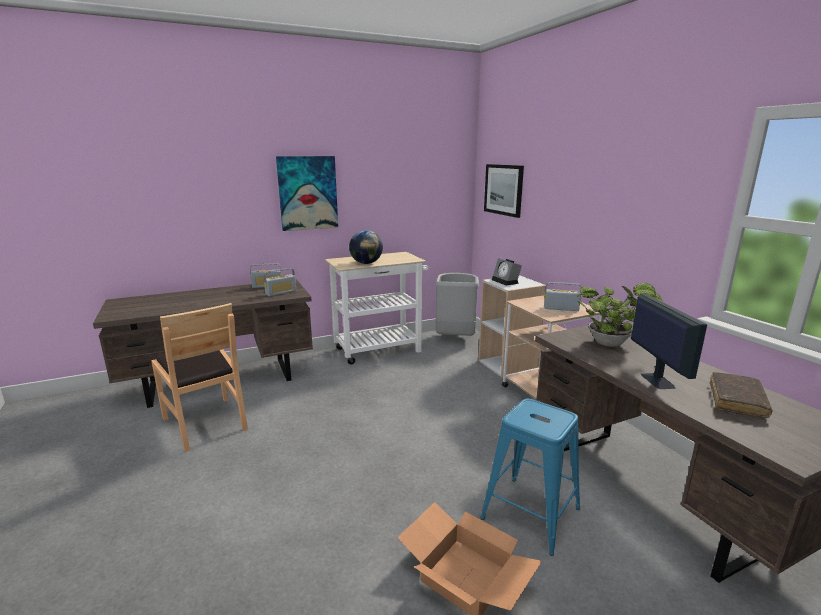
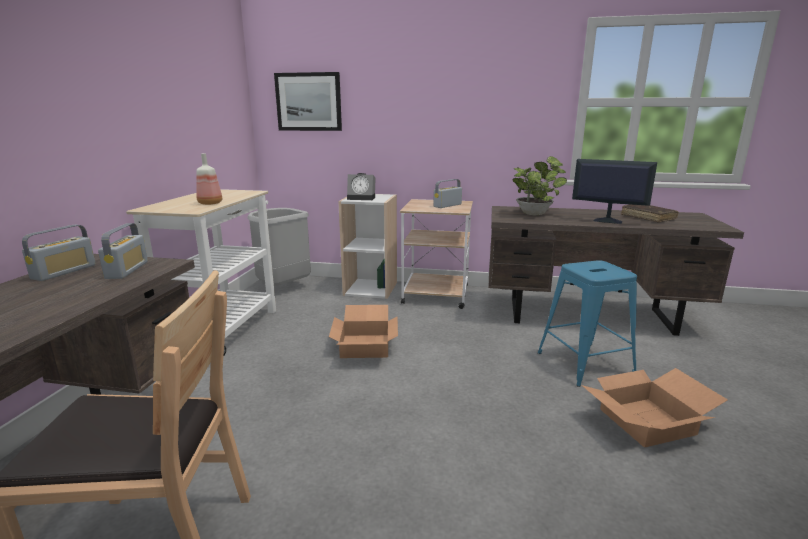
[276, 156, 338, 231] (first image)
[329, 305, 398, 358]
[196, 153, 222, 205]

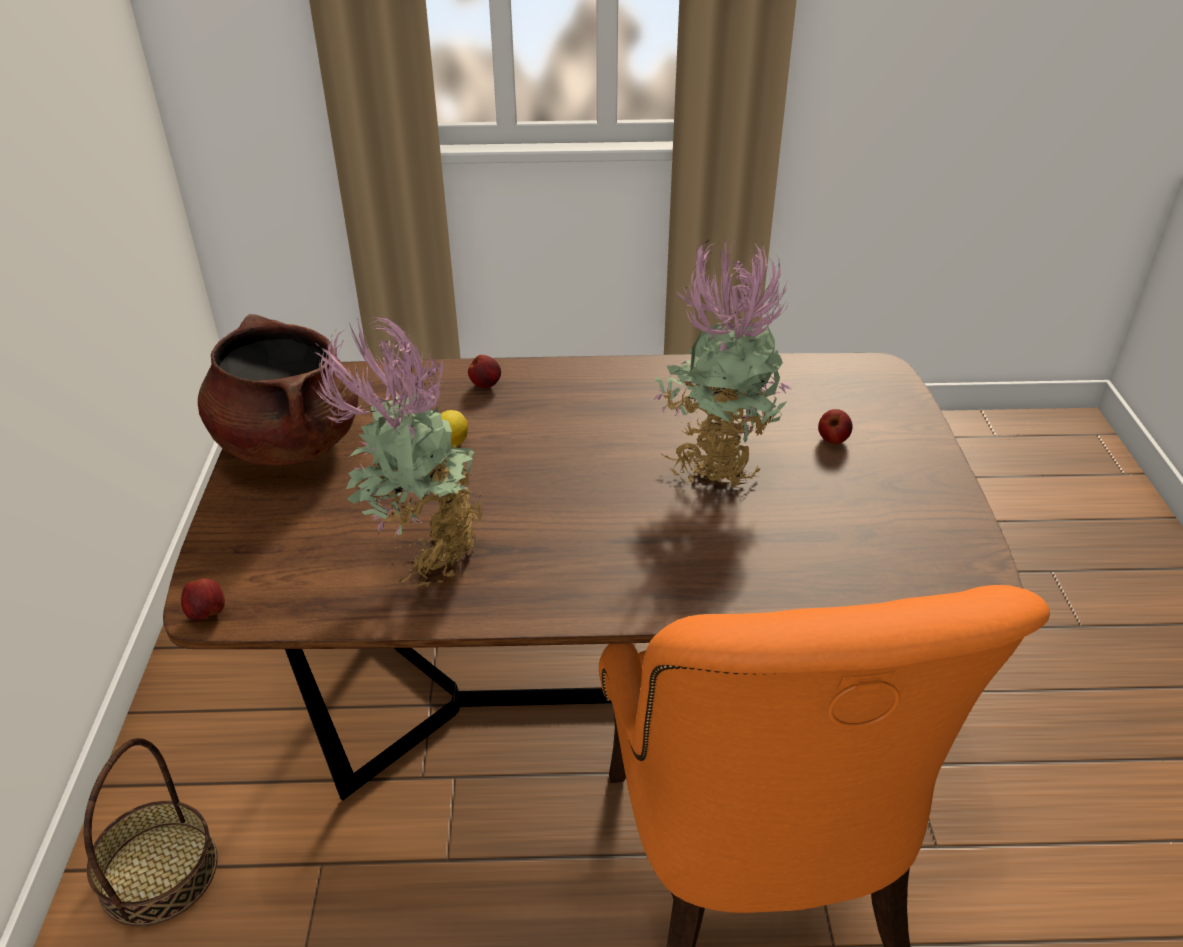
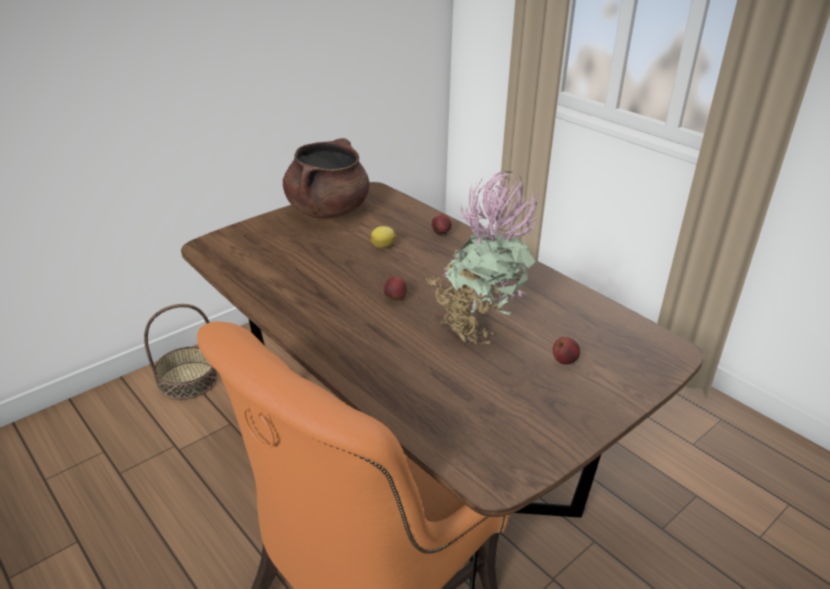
[314, 314, 484, 587] (first image)
[384, 276, 407, 300]

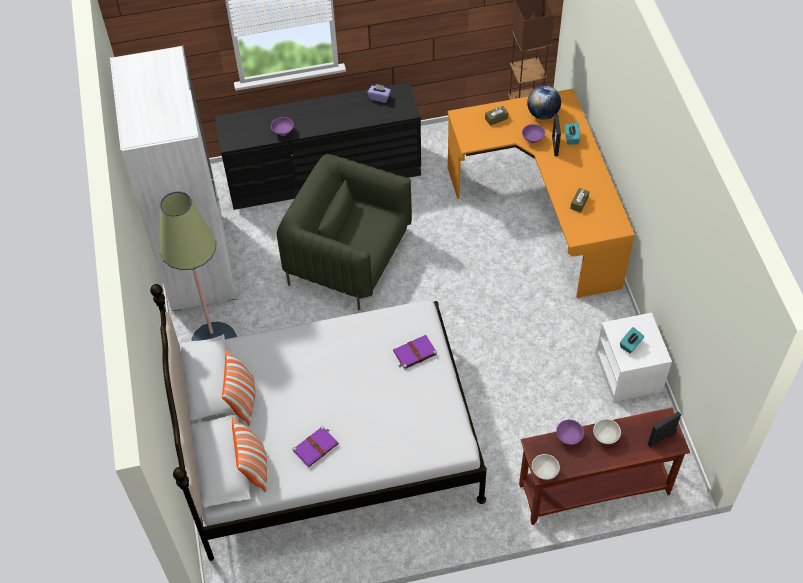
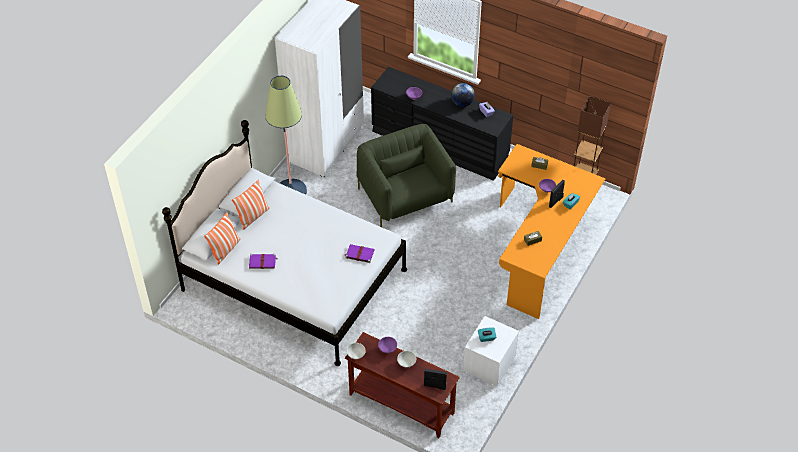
[451, 83, 475, 107]

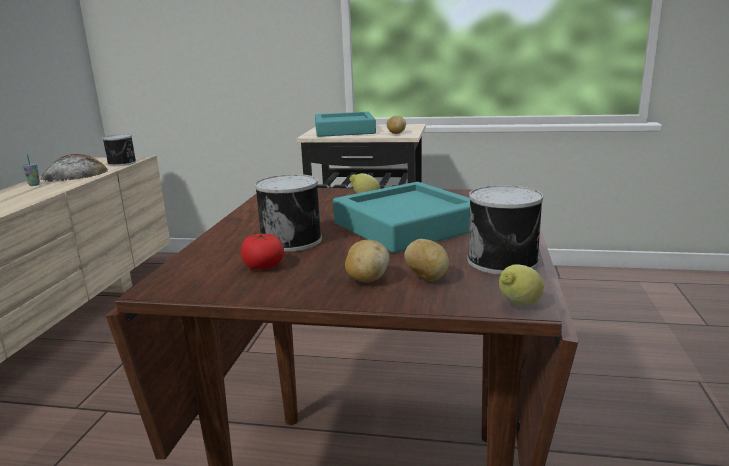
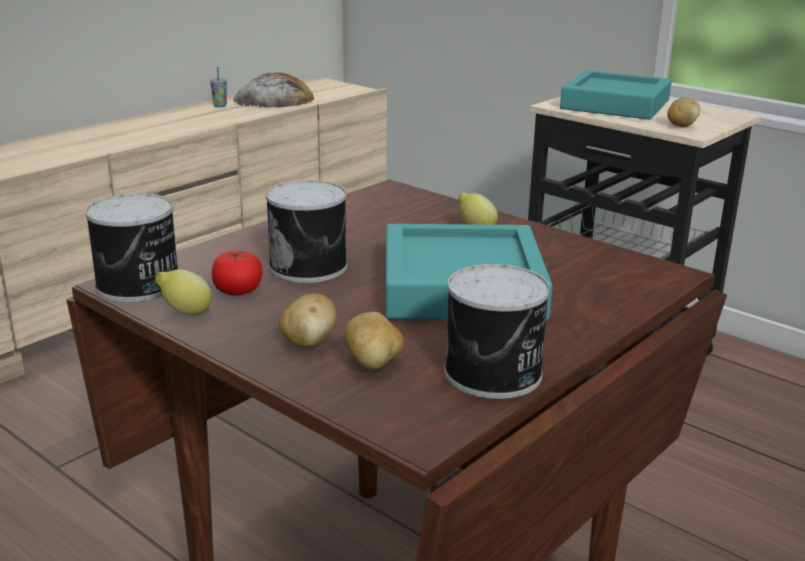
[85, 193, 178, 302]
[155, 269, 212, 316]

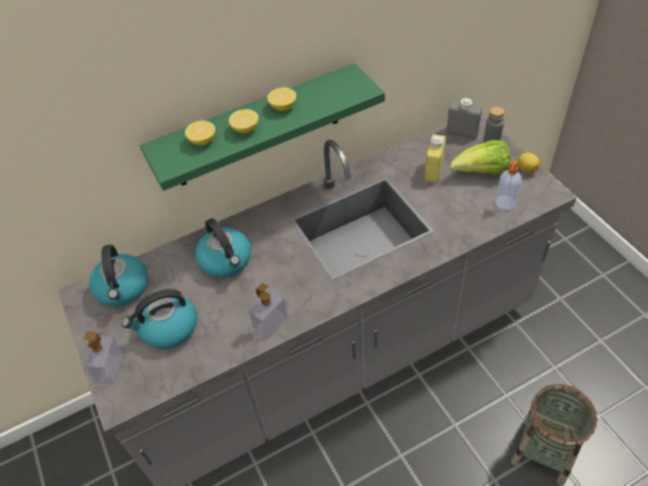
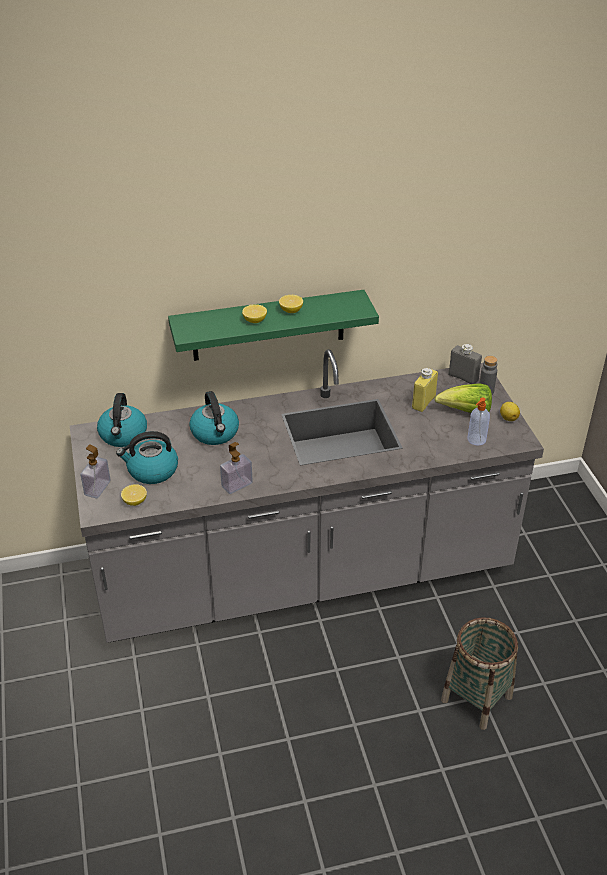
[121, 484, 147, 506]

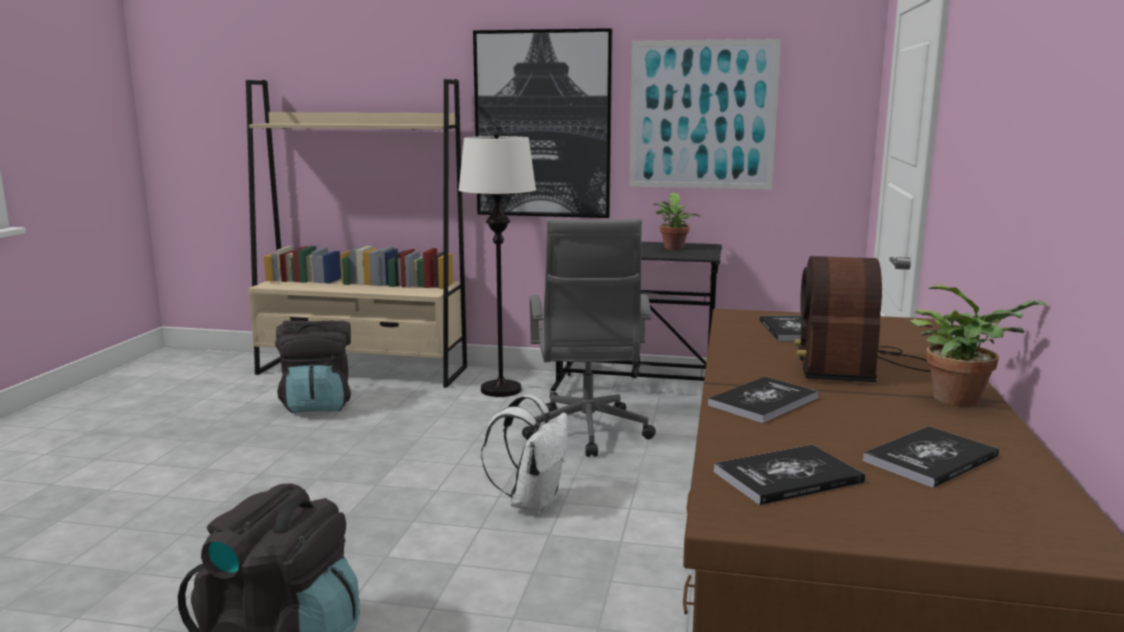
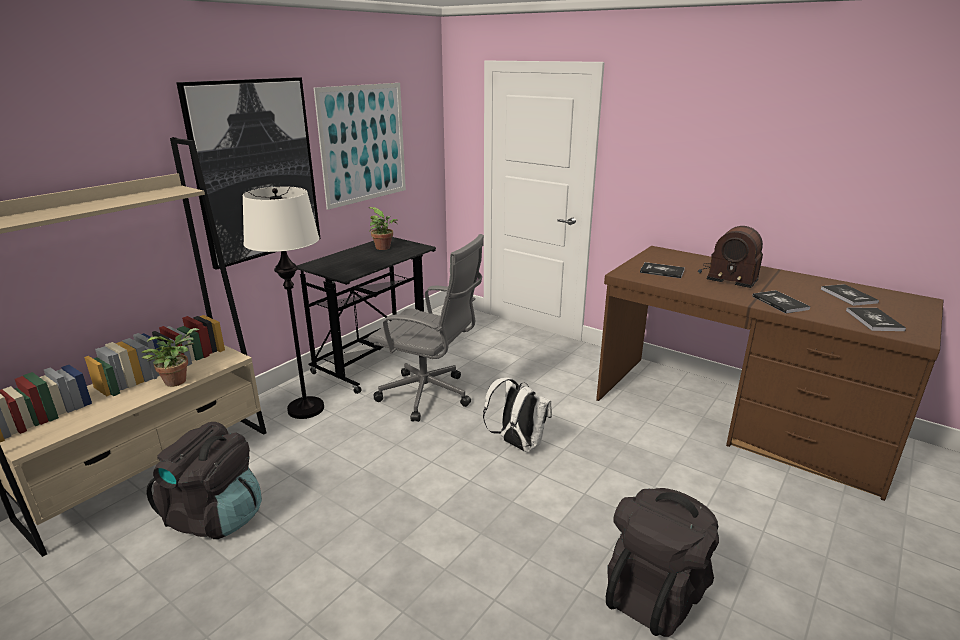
[142, 328, 199, 387]

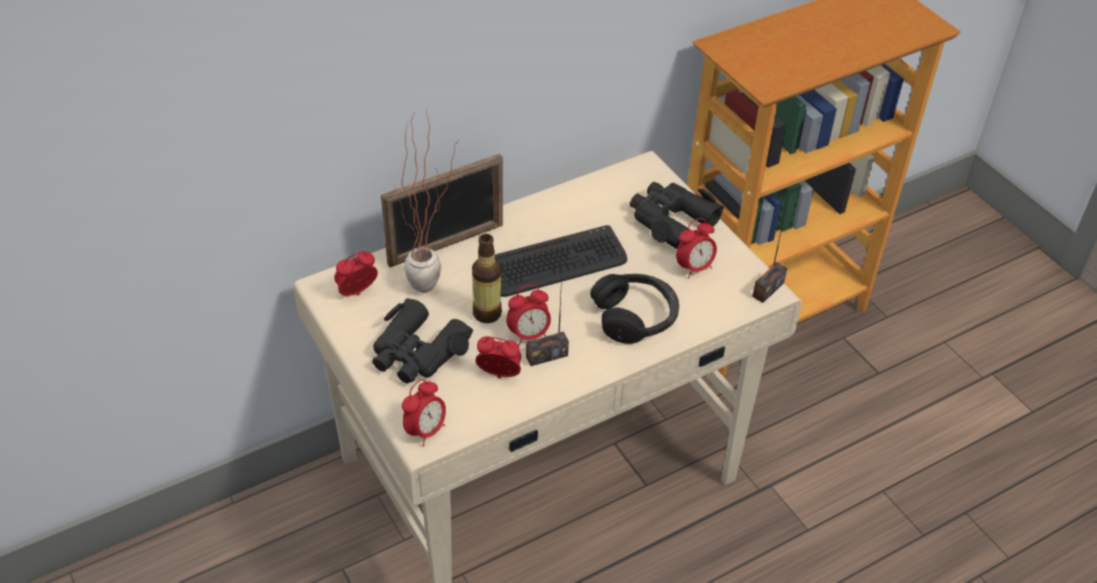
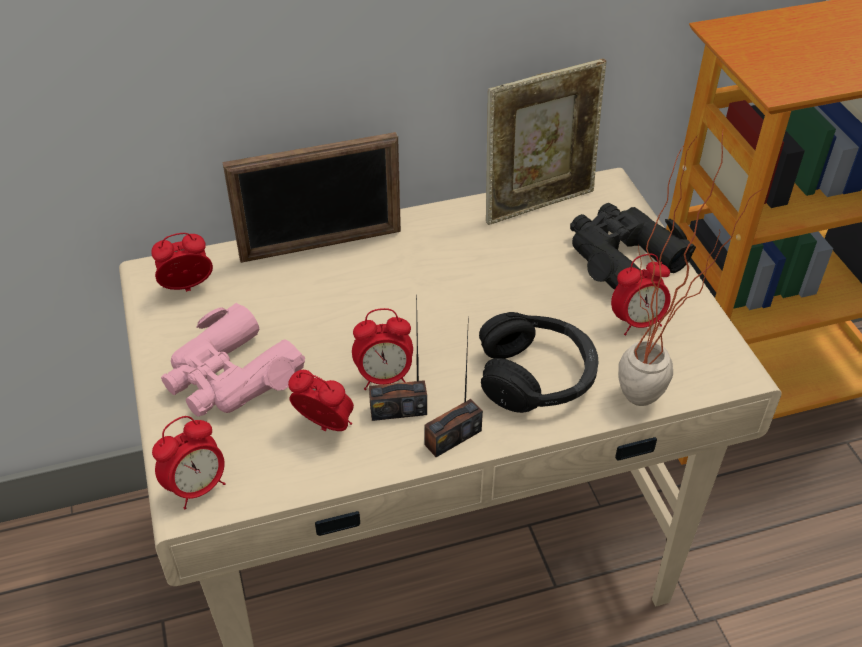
[472, 234, 502, 323] (first image)
[495, 225, 627, 297] (first image)
[486, 59, 607, 225]
[618, 127, 764, 406]
[424, 316, 483, 457]
[161, 303, 305, 417]

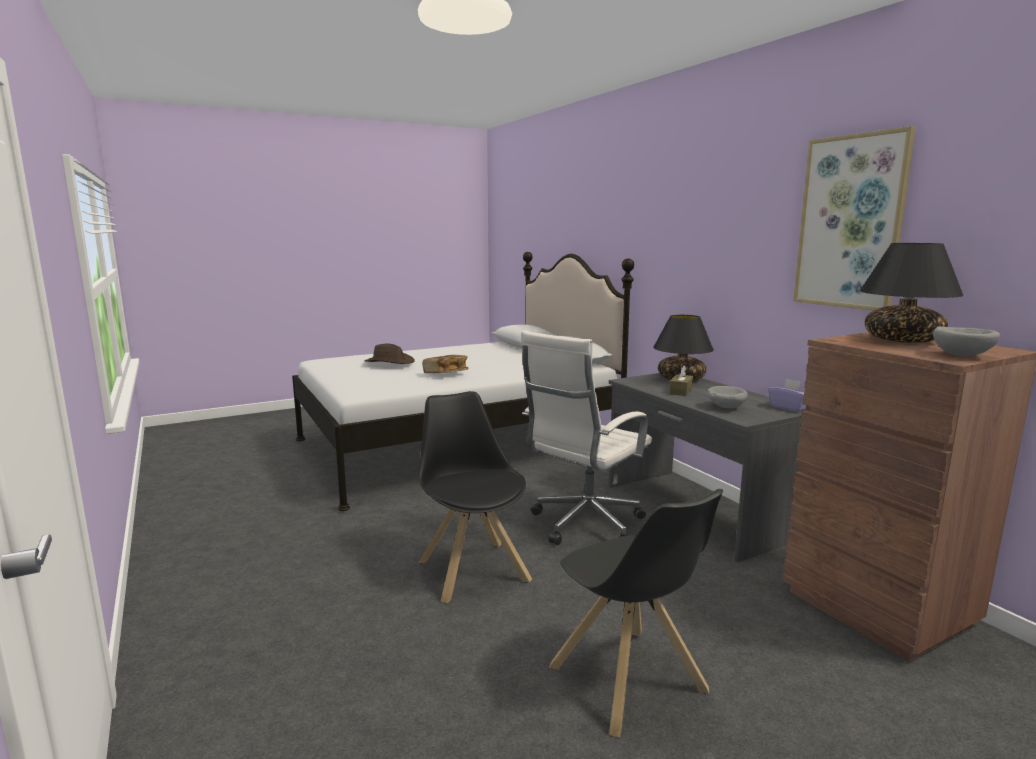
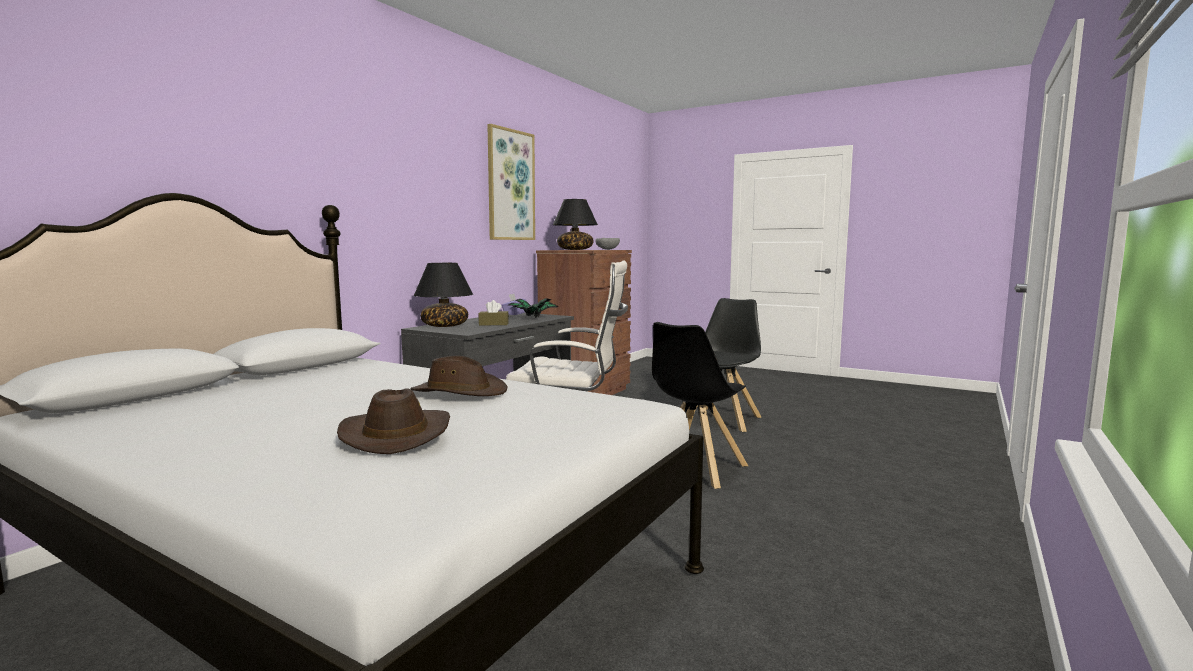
[410, 356, 508, 396]
[509, 298, 559, 318]

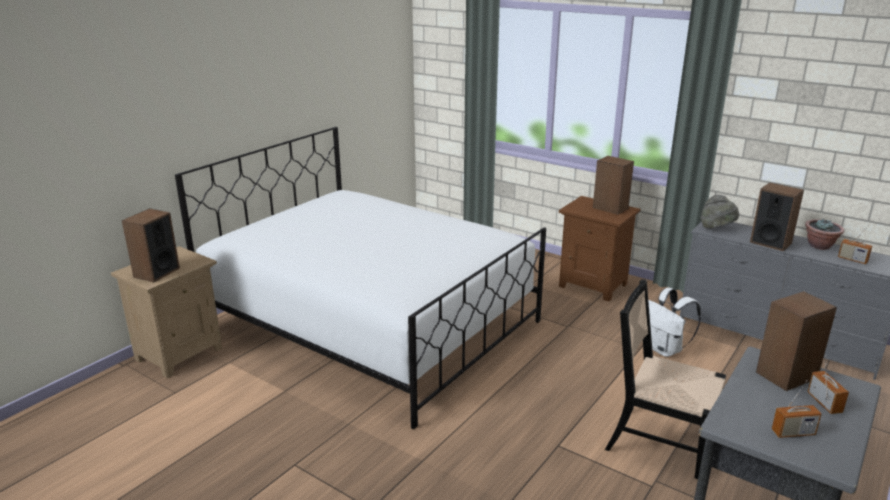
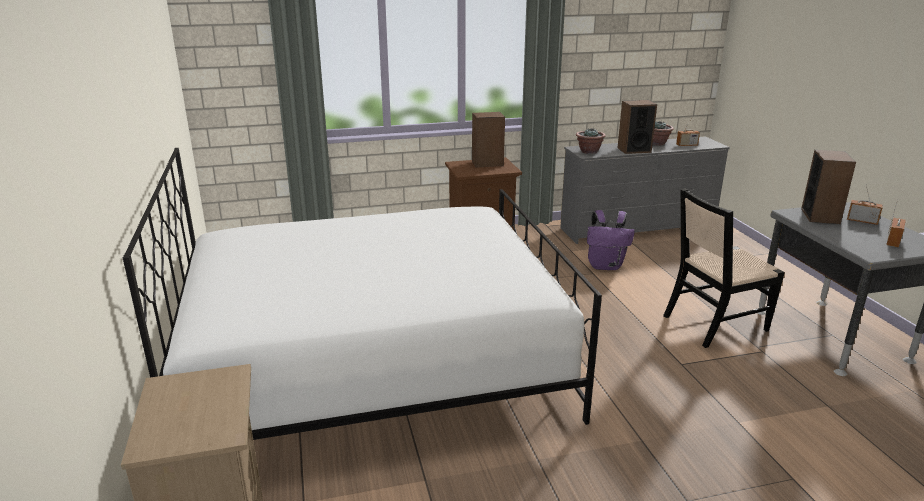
[122, 208, 180, 283] (first image)
[576, 128, 606, 154]
[587, 210, 635, 270]

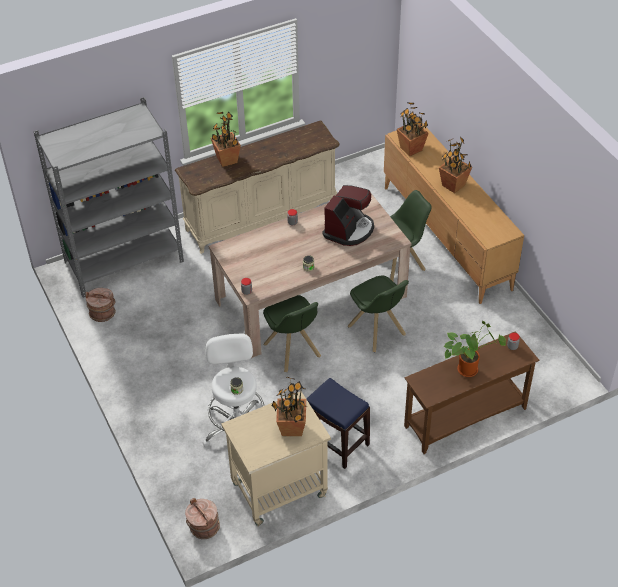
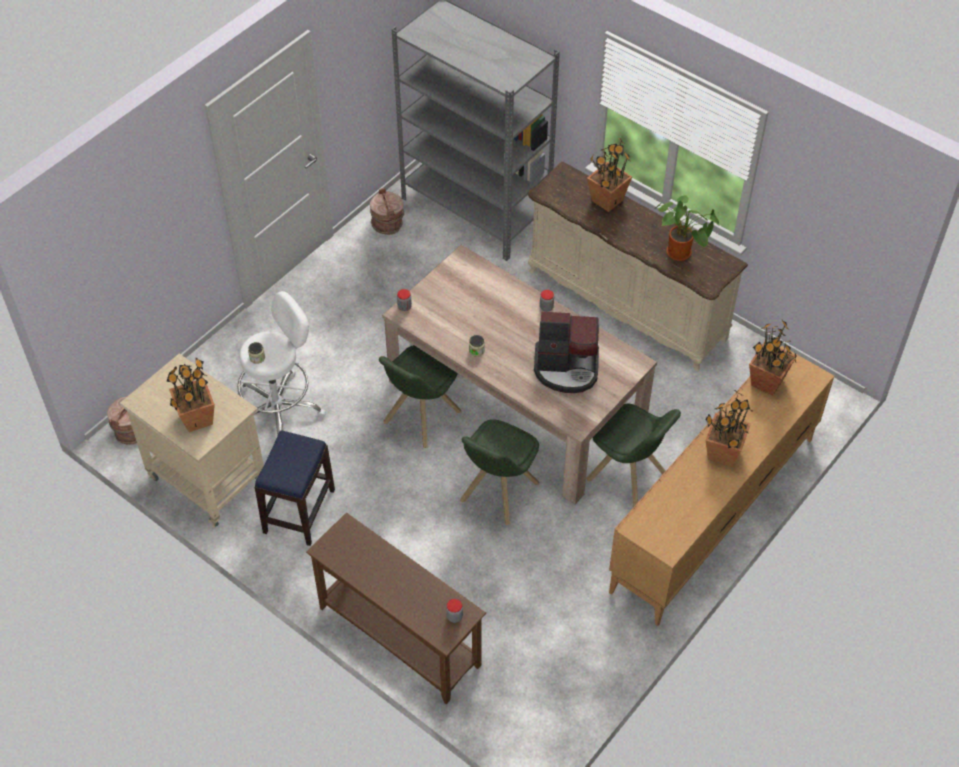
[654, 195, 719, 261]

